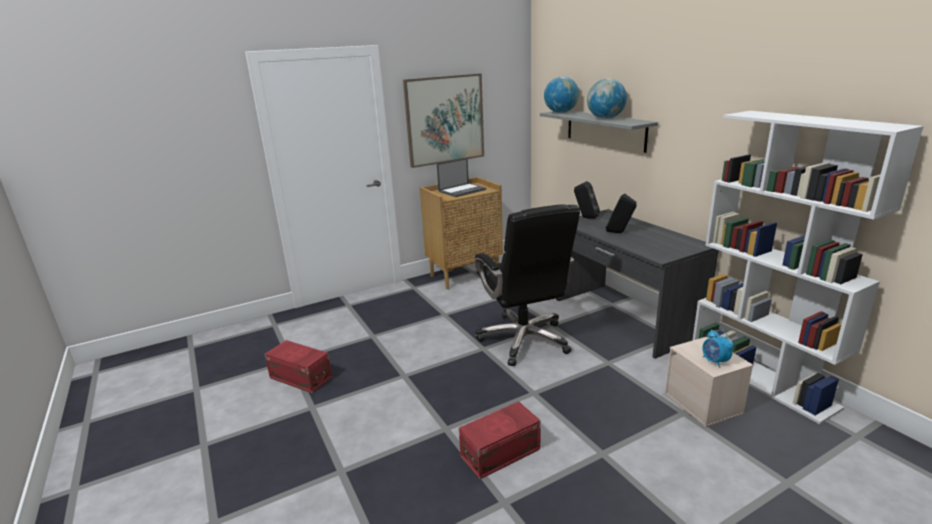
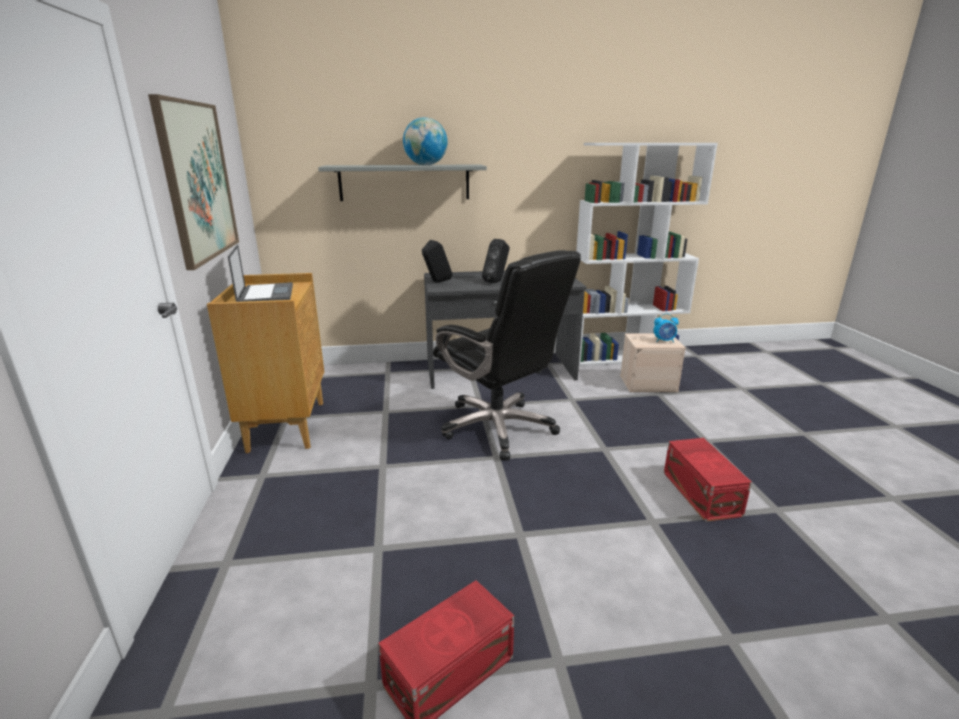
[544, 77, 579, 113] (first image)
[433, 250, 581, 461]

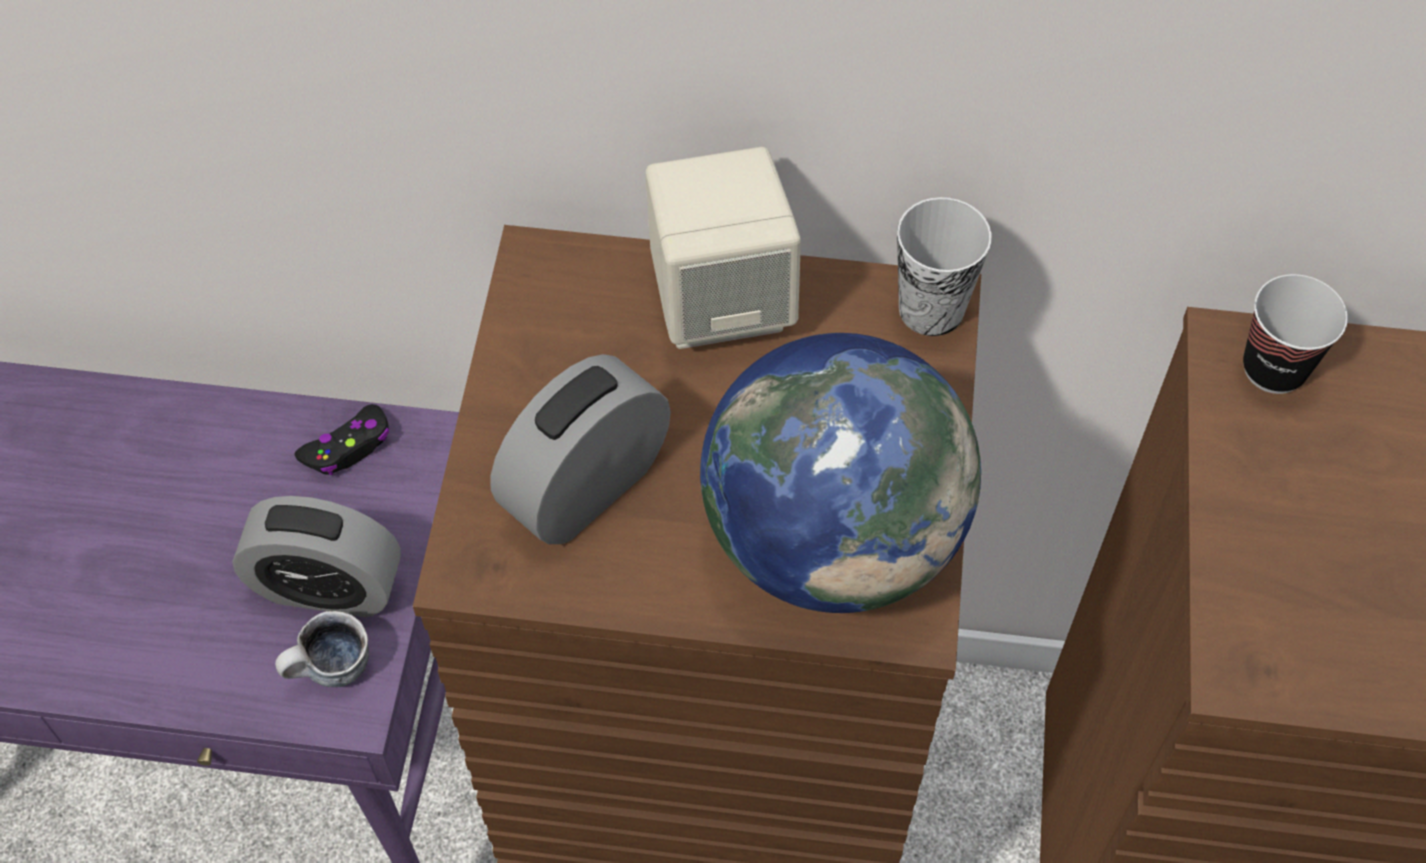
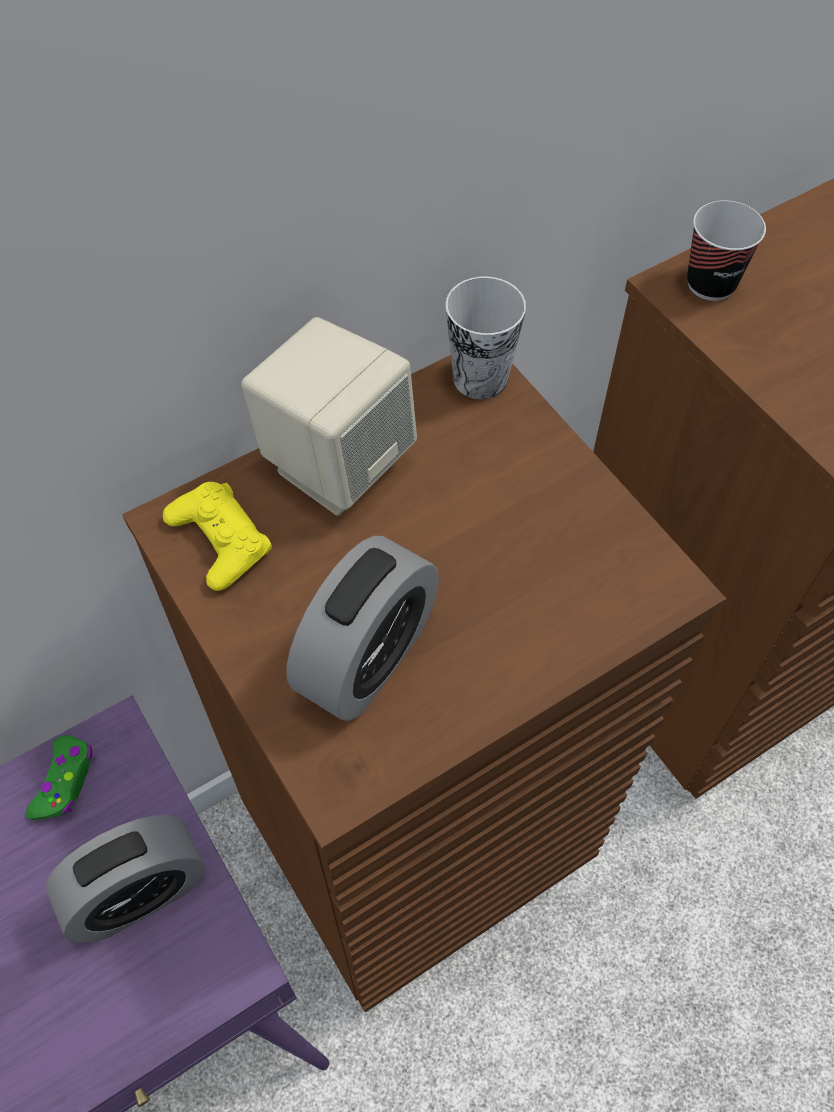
[275, 611, 369, 687] (first image)
[700, 333, 981, 613] (first image)
[163, 482, 272, 591]
[26, 735, 92, 820]
[286, 536, 439, 721]

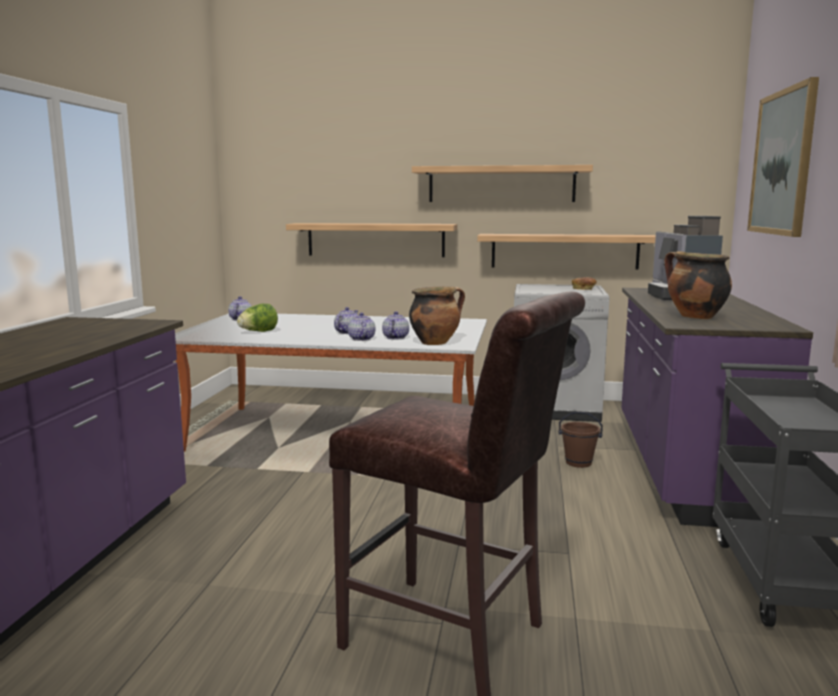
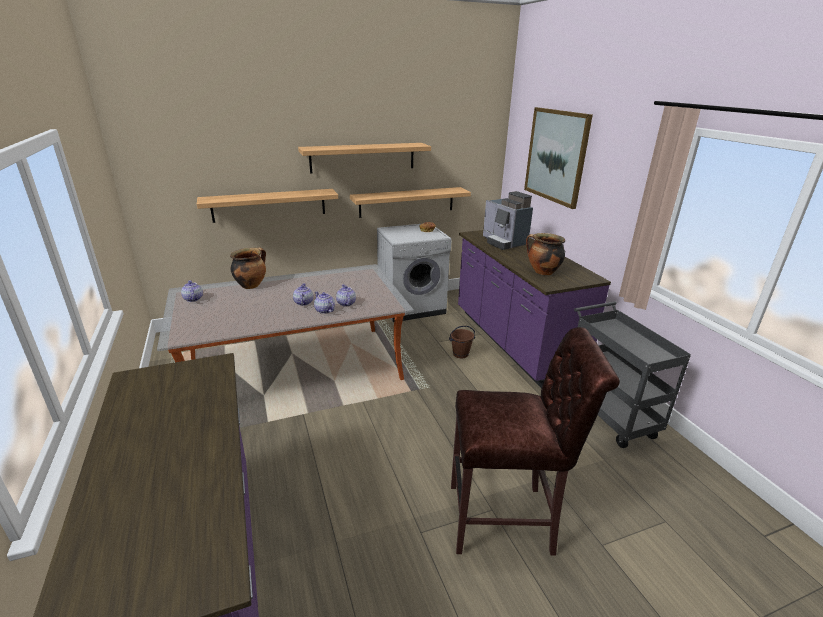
[237, 304, 278, 332] (first image)
[230, 247, 266, 289]

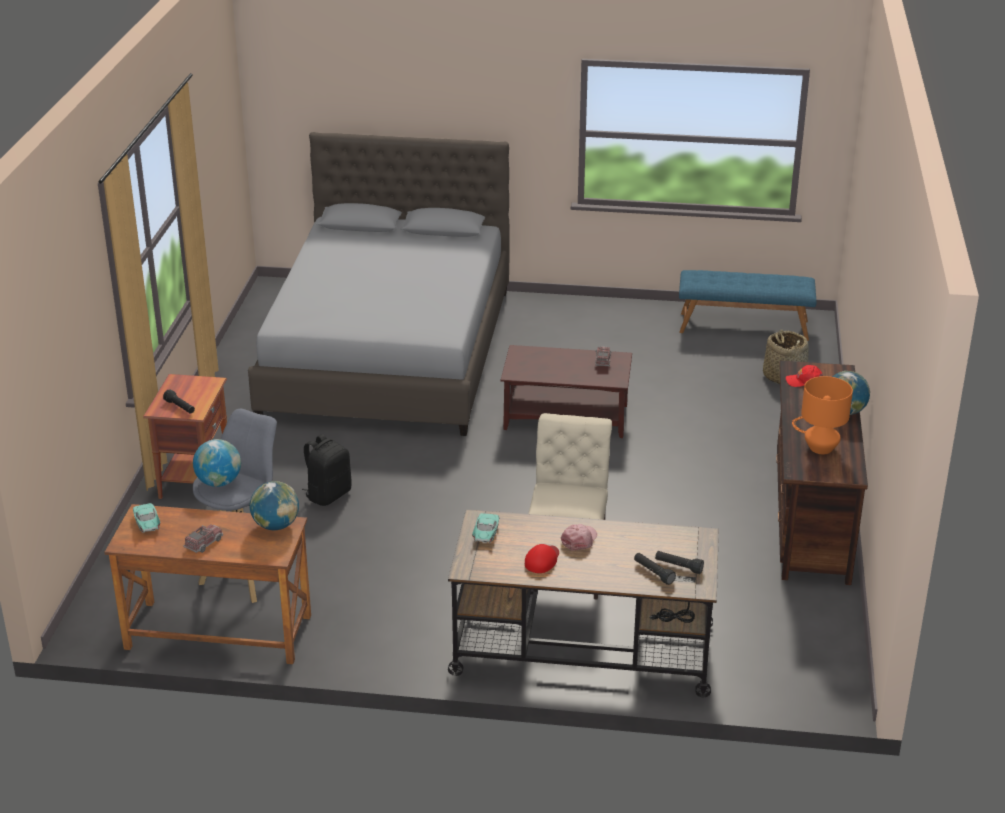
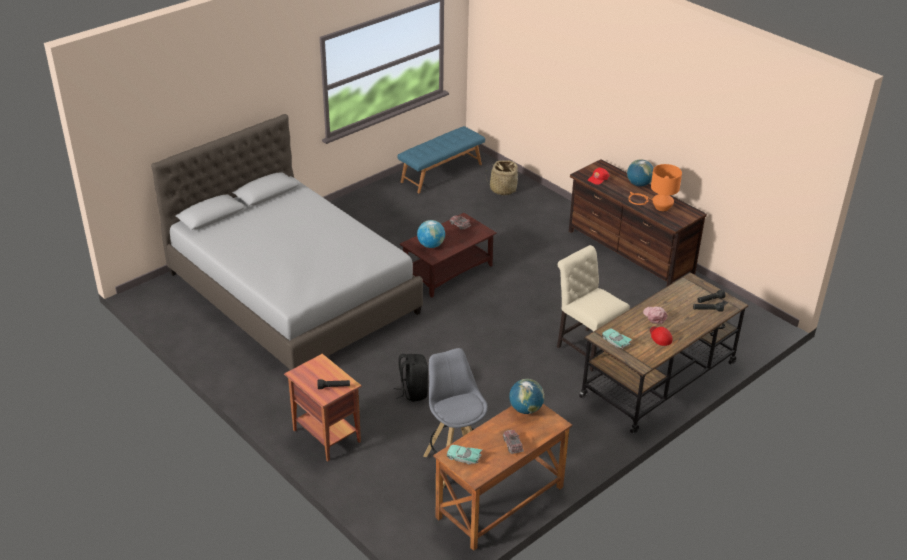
[417, 220, 445, 248]

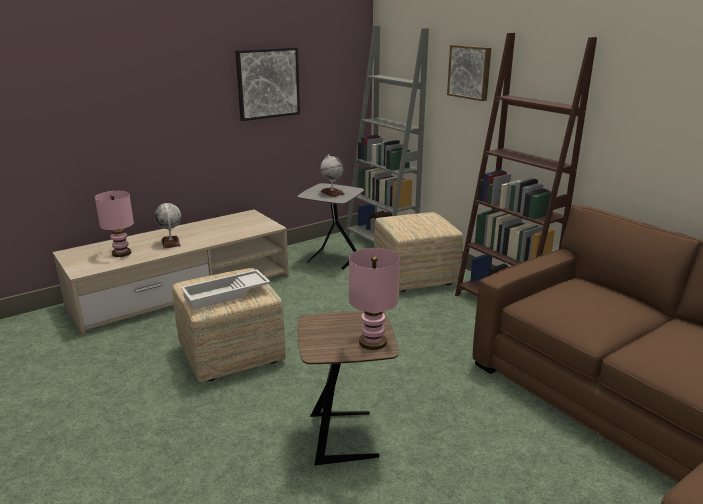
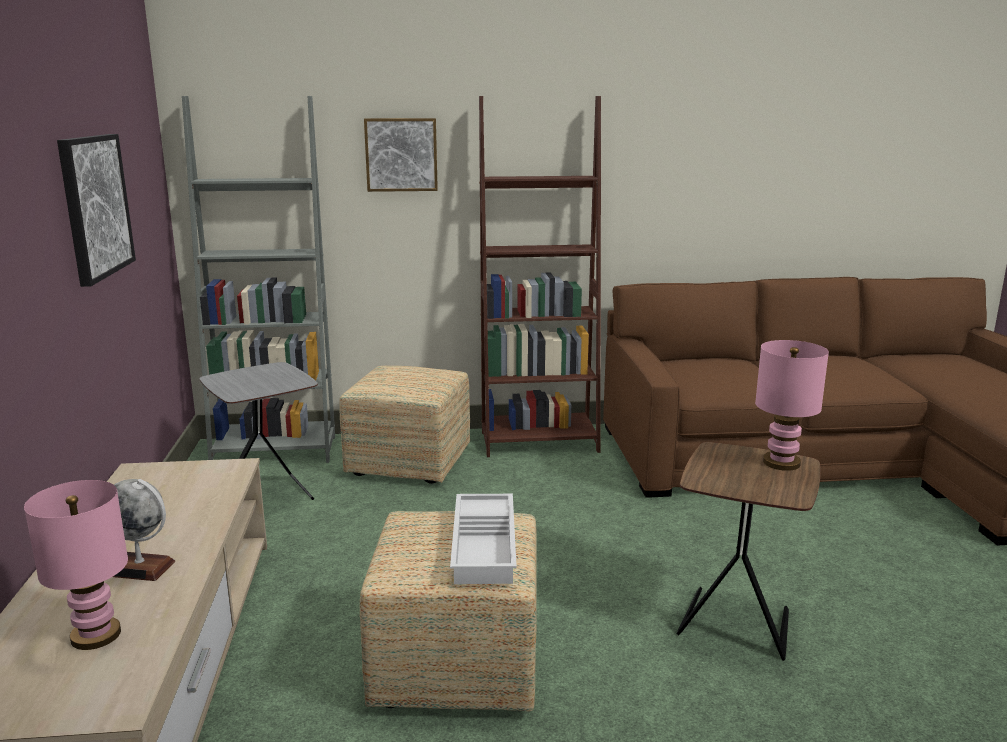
[320, 154, 344, 197] (first image)

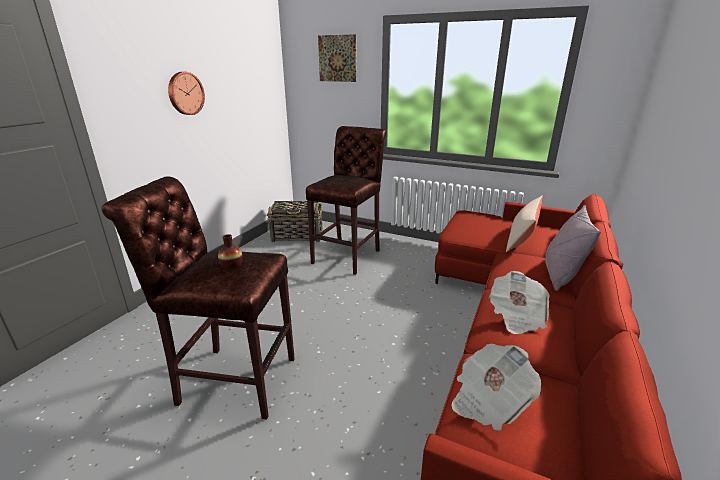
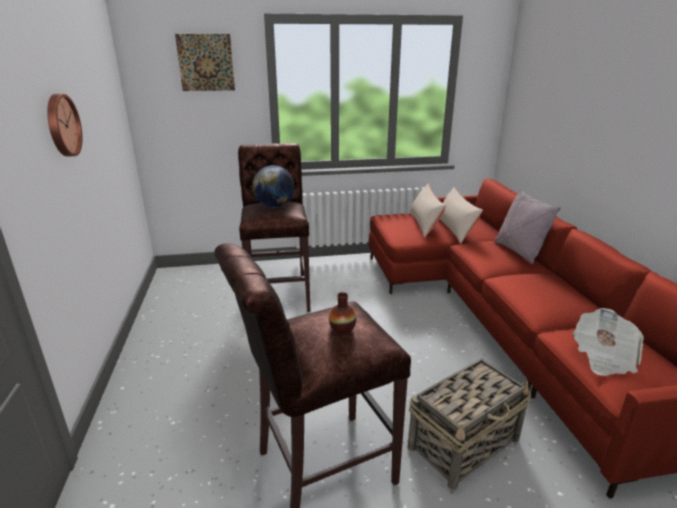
[489, 271, 549, 334] (first image)
[252, 165, 294, 207]
[410, 183, 446, 238]
[407, 359, 531, 490]

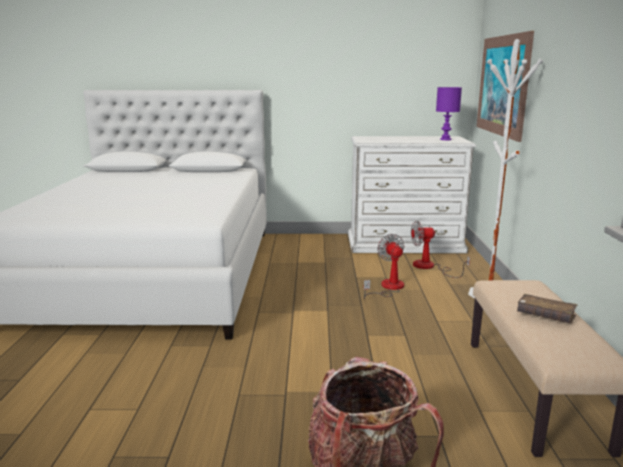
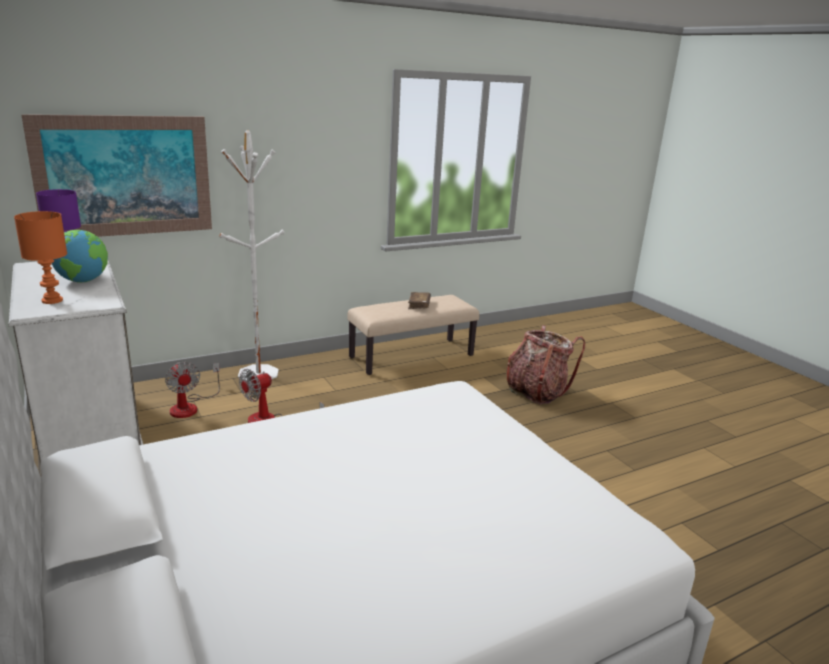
[14, 211, 67, 304]
[52, 230, 108, 283]

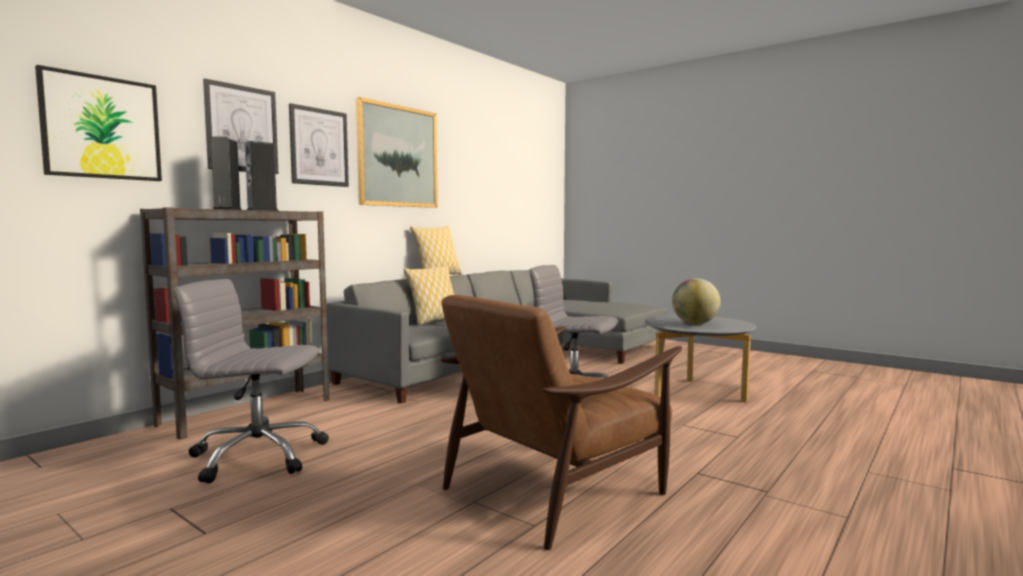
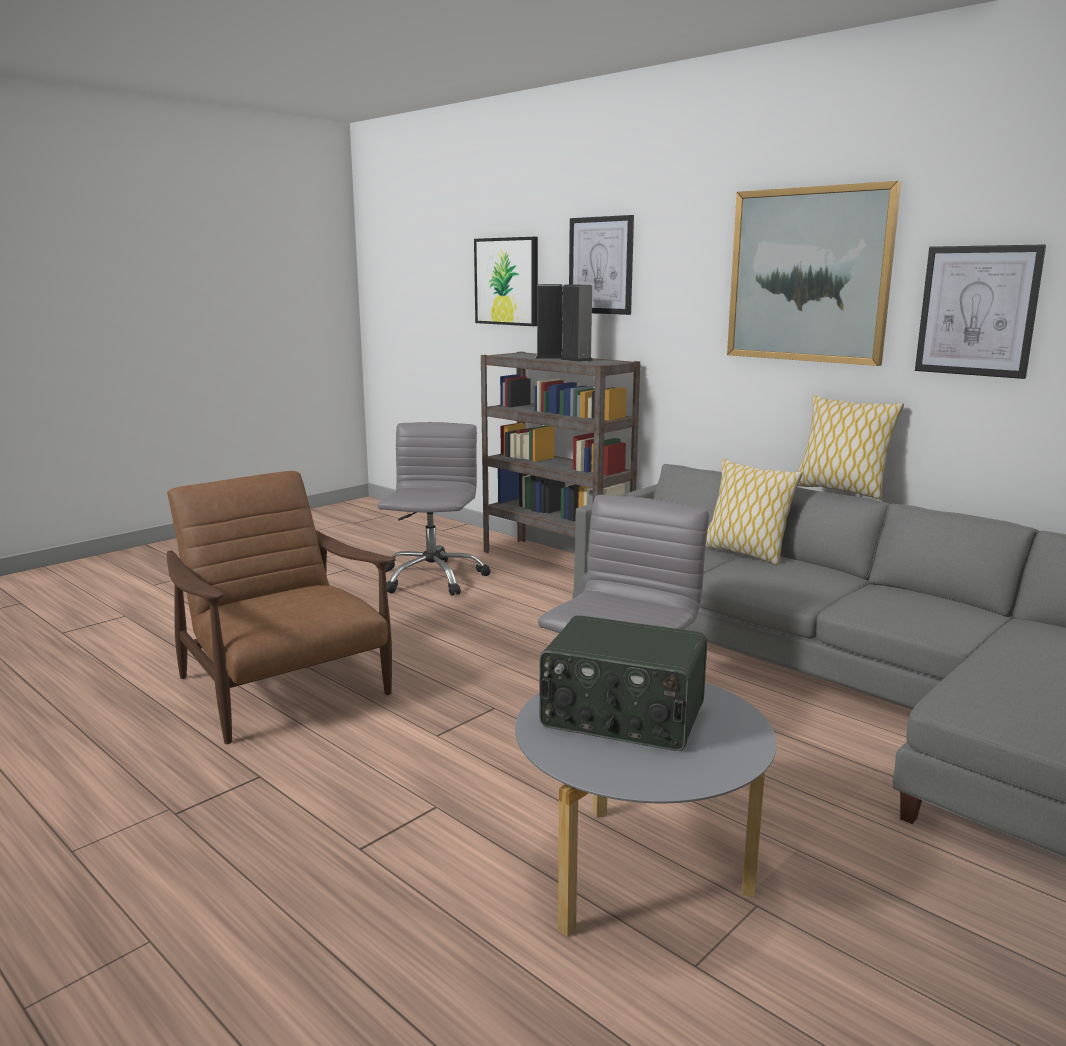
[915, 244, 1046, 379]
[539, 615, 707, 751]

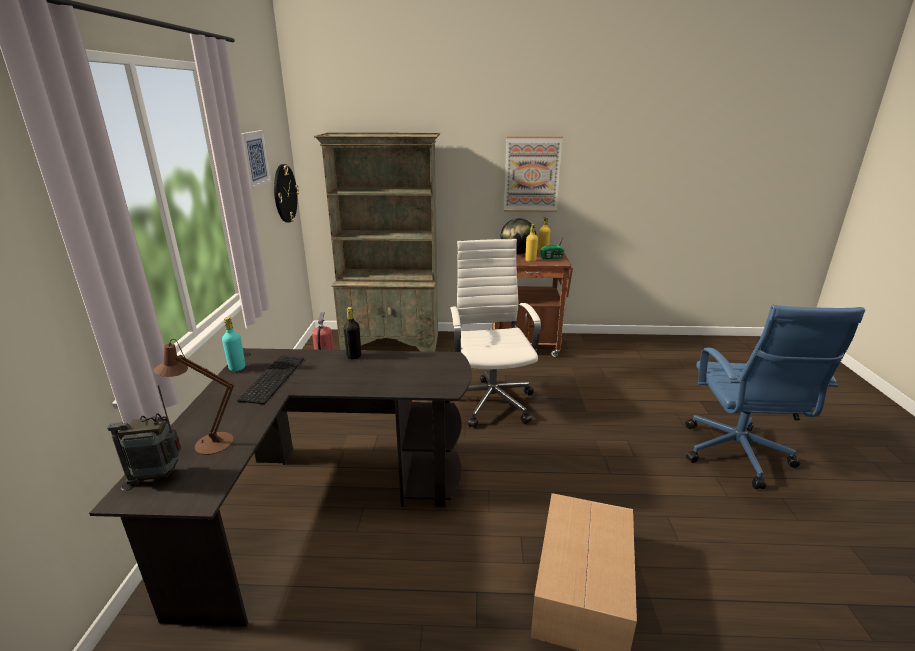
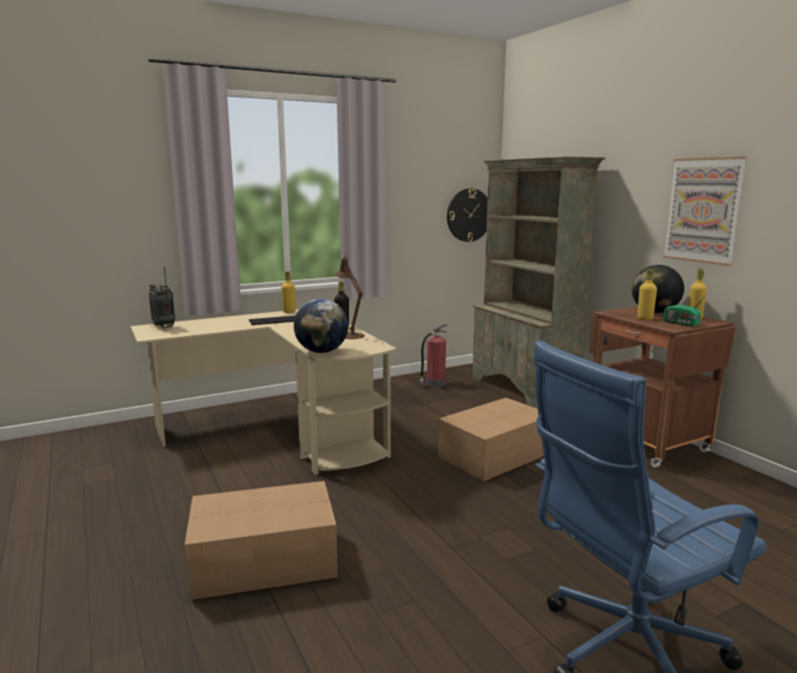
[241, 130, 272, 190] (first image)
[294, 299, 348, 353]
[334, 254, 365, 339]
[438, 397, 544, 481]
[131, 309, 397, 475]
[281, 271, 296, 313]

